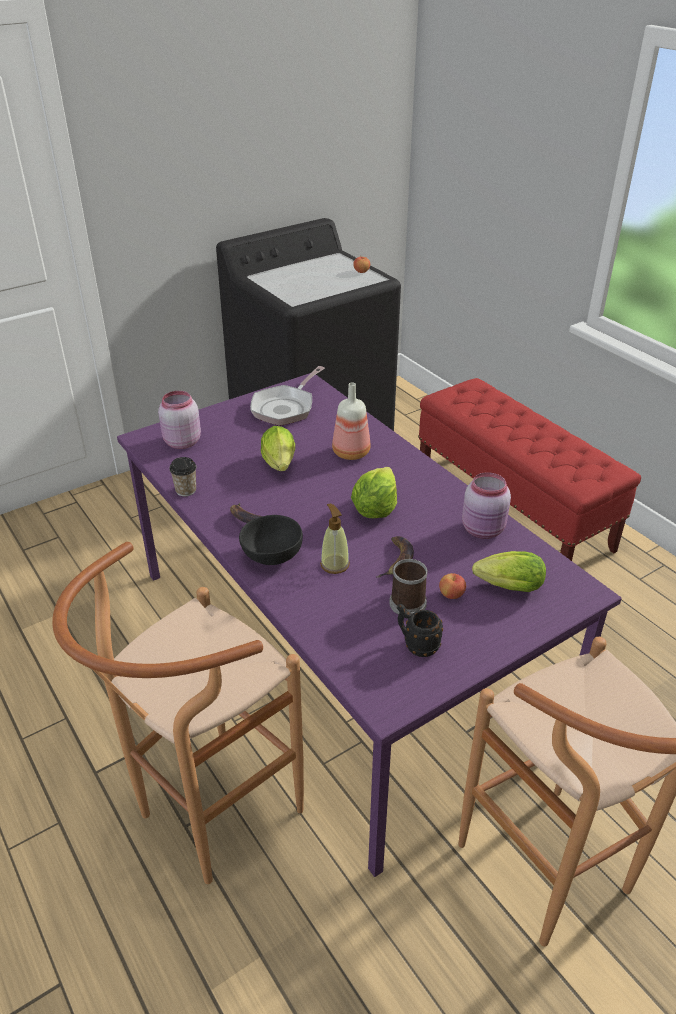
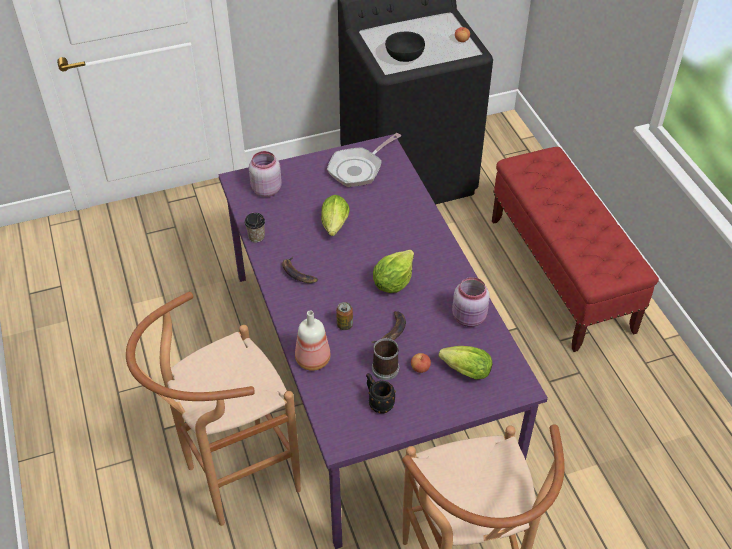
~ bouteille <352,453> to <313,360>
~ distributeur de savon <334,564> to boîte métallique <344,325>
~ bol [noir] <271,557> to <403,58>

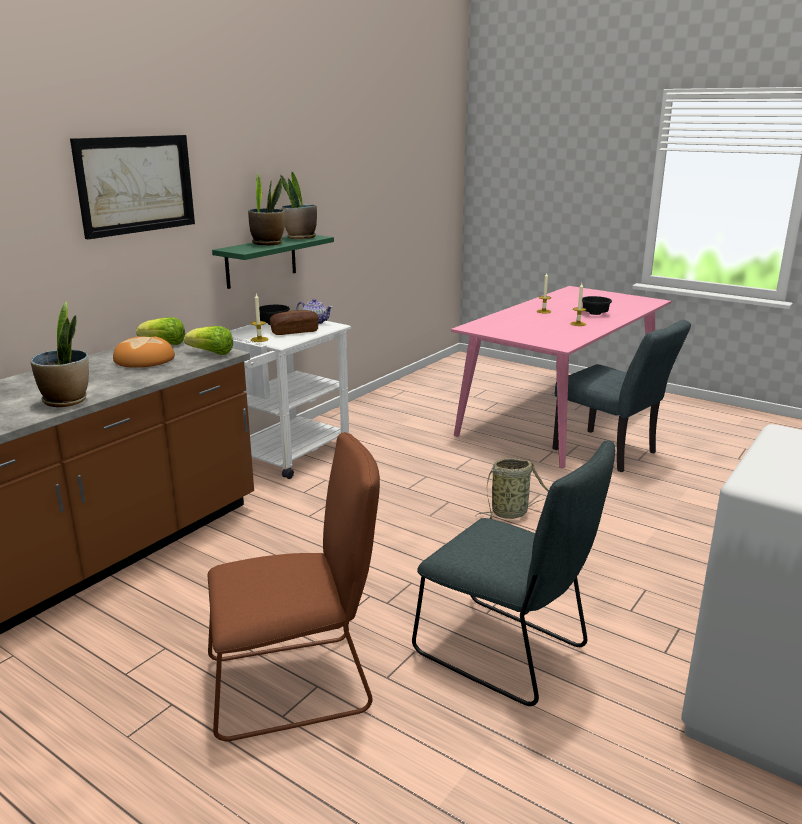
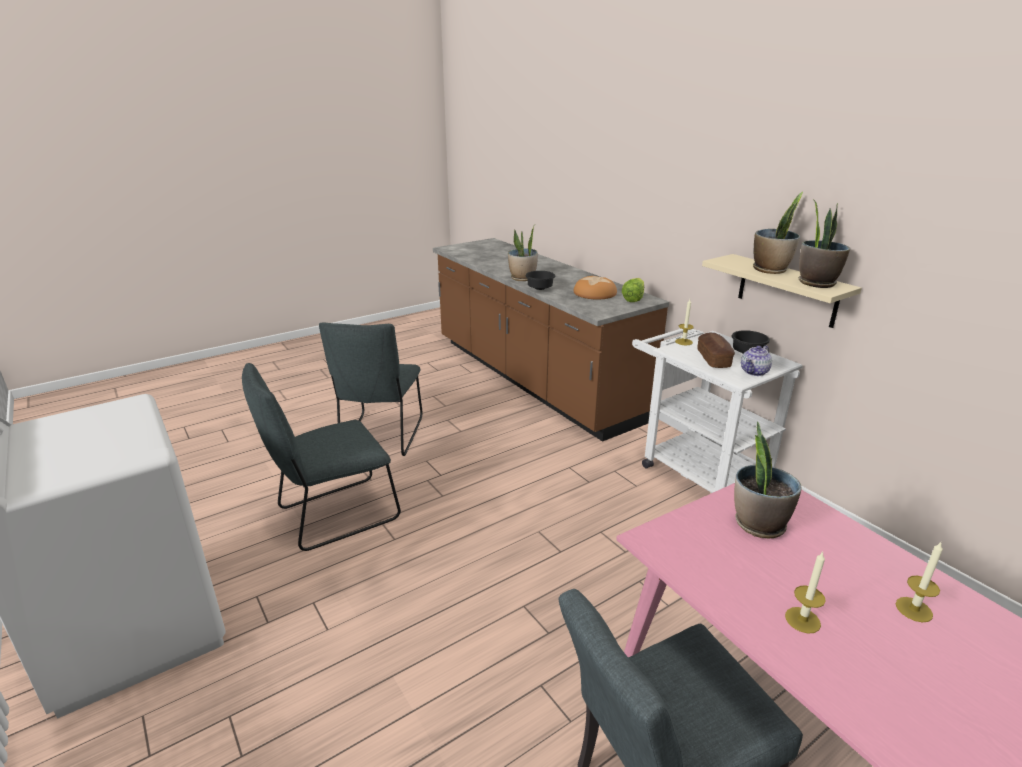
~ chaise [marron] <297,684> to chaise [gris] <381,437>
~ bol [noir] <595,313> to <540,289>
~ étagère [vert] <261,260> to étagère [beige] <787,290>
+ plante en pot <758,524>
- tableau <136,184>
- laitue <211,353>
- panier <511,513>

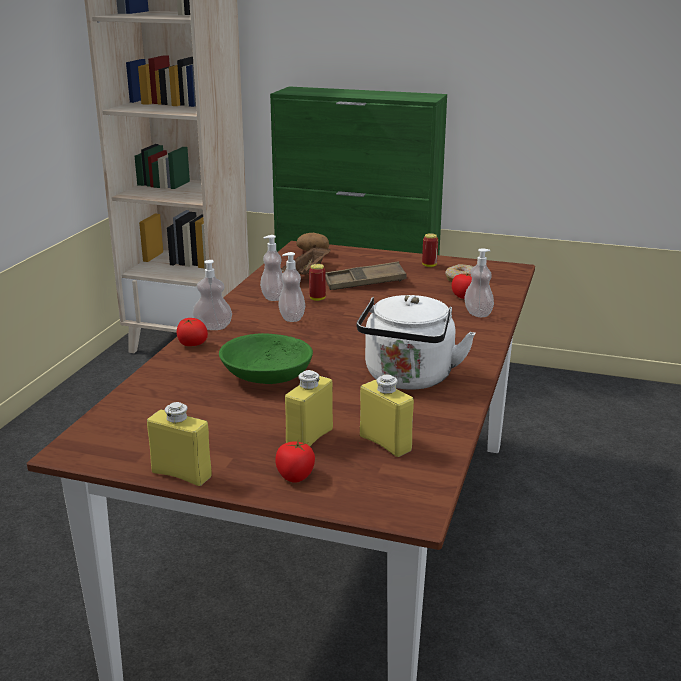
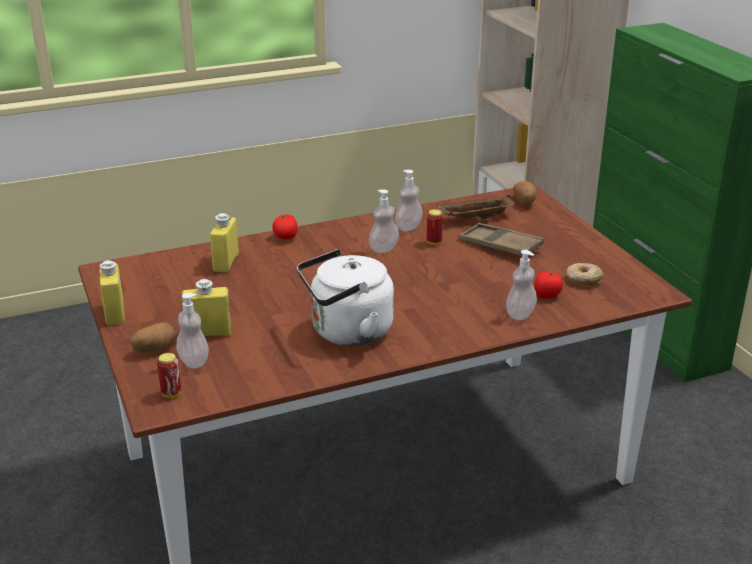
~ tomate <295,476> to pomme de terre <154,349>
~ boîte métallique <429,265> to <171,393>
~ distributeur de savon <213,327> to <193,361>
~ bouteille [jaune] <385,443> to <226,263>
- bol [vert] <266,375>

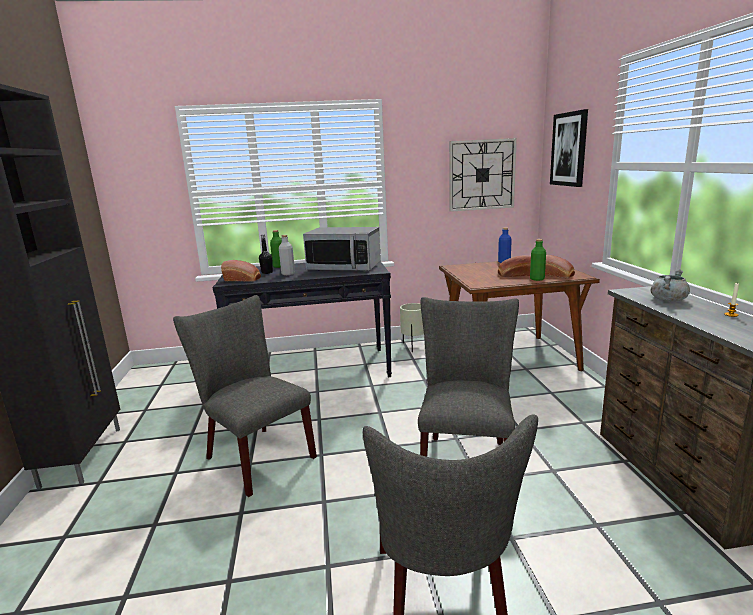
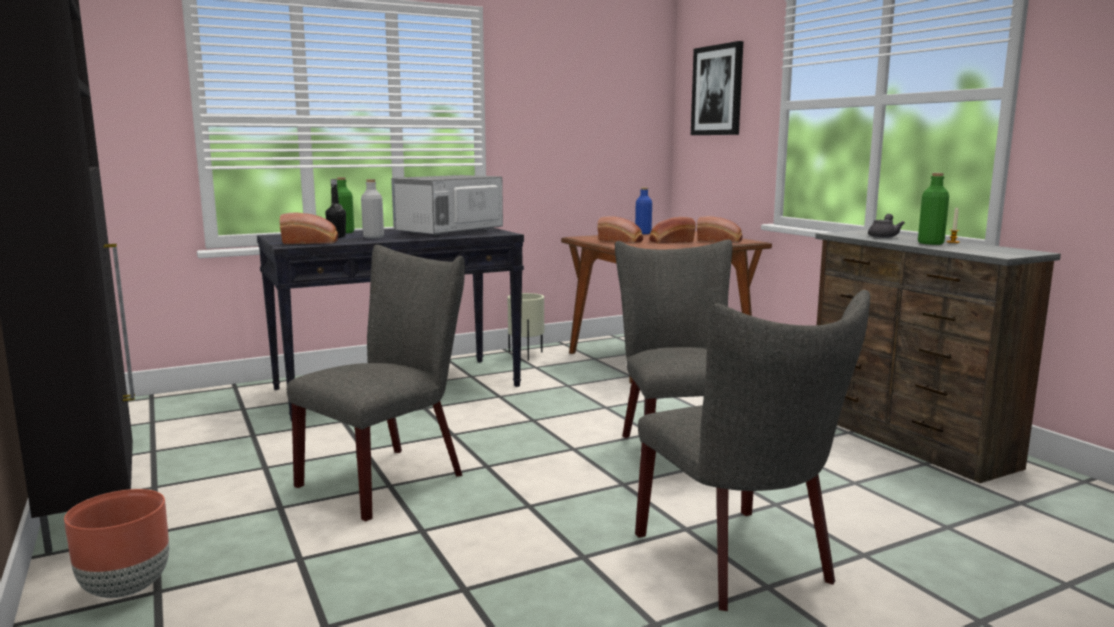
+ cache-pot [marron] <125,588>
~ chaise [gris] <255,455> = <390,477> 105 degrees clockwise
~ micro-ondes <344,267> = <449,232> 135 degrees clockwise
+ pain <621,241>
~ marmite [gris] <668,299> to théière [gris] <884,236>
~ bouteille [vert] <537,279> to <930,243>
- horloge murale <482,175>

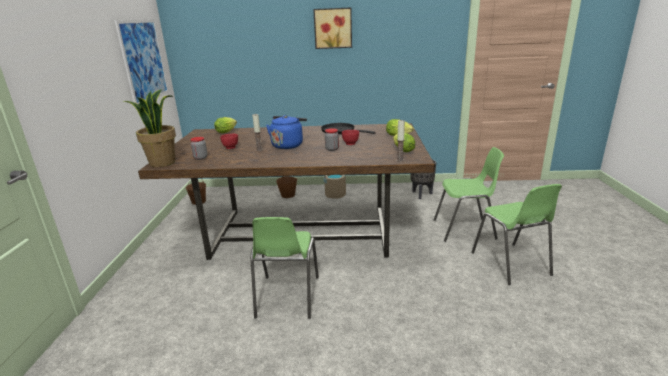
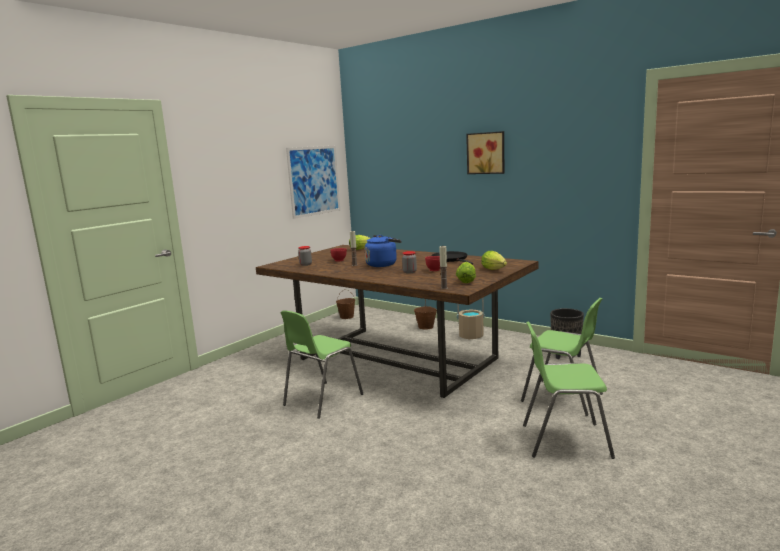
~ chaise [vert] <511,264> = <564,440> 75 degrees clockwise
- plante en pot <162,162>

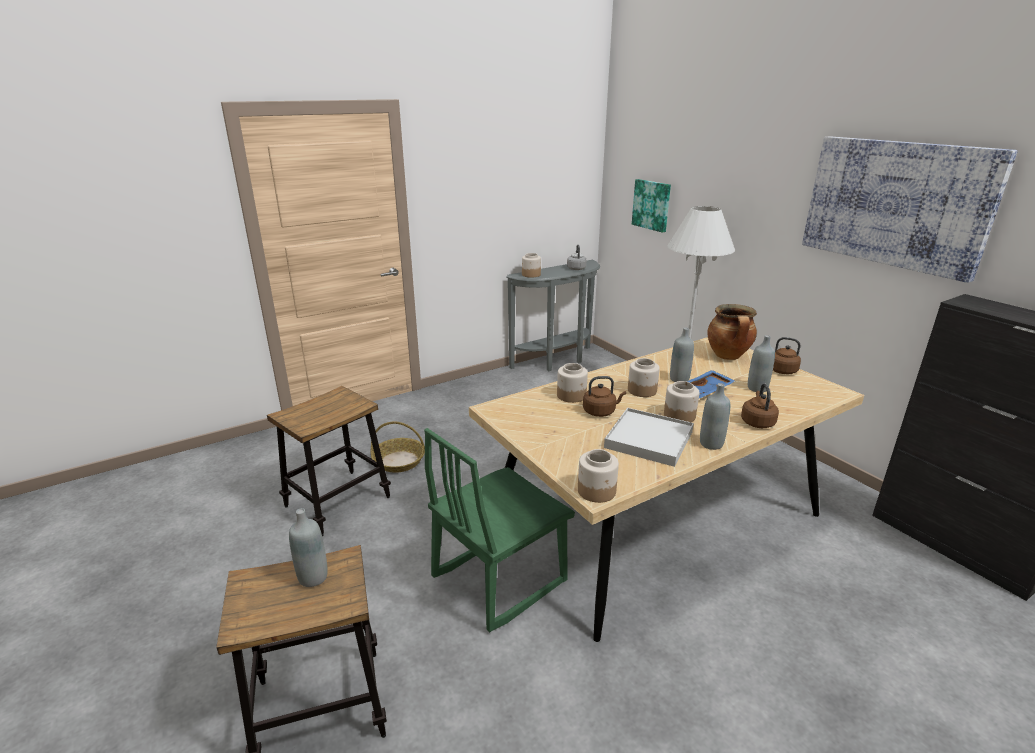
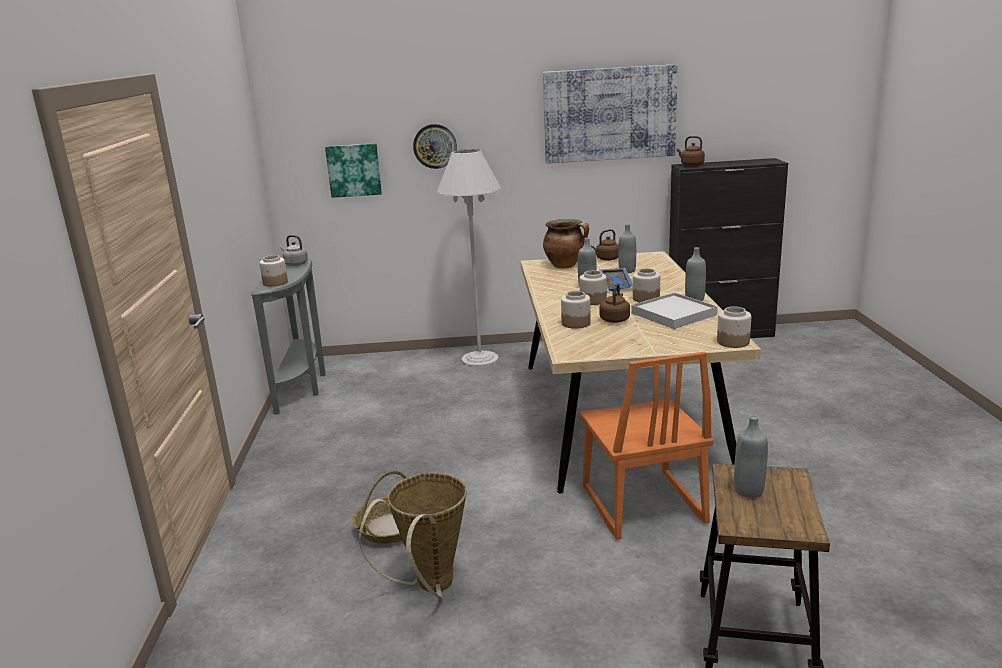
~ tabouret <338,501> to panier <430,587>
+ horloge murale <435,146>
~ chaise [vert] <498,578> to chaise [orange] <641,506>
~ bouilloire [marron] <757,422> to <690,165>

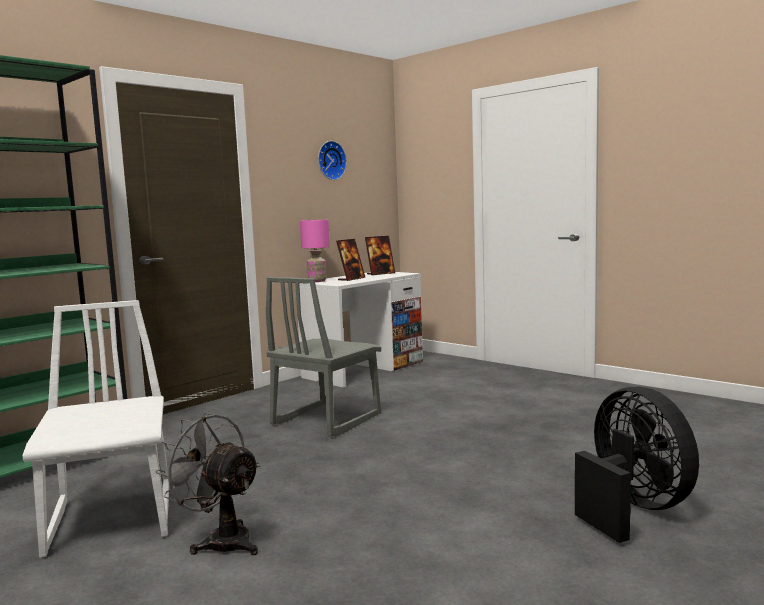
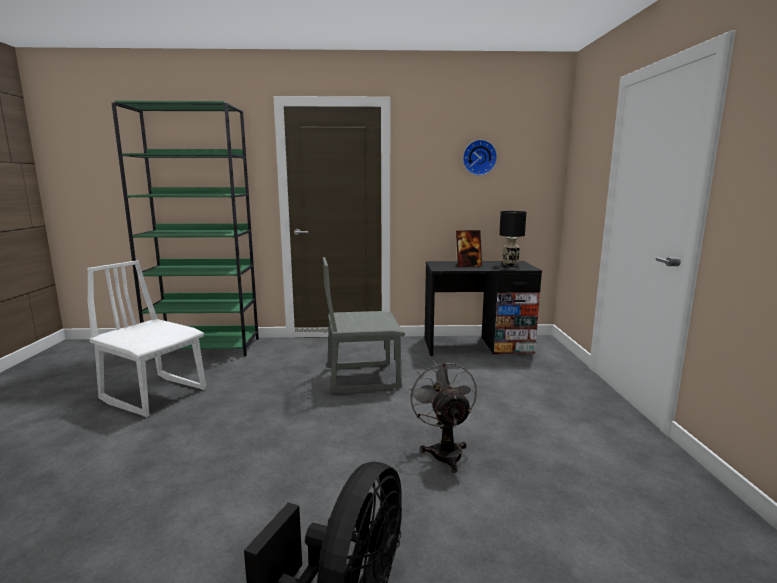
~ chaise [blanc] <113,519> = <155,394> 90 degrees counterclockwise
~ ventilateur [gris] <221,540> to <444,451>
~ bureau [blanc] <364,370> to bureau [noir] <477,345>
~ cadre photo <380,273> to lampe de table [noir] <510,264>
- lampe de table [rose] <317,281>

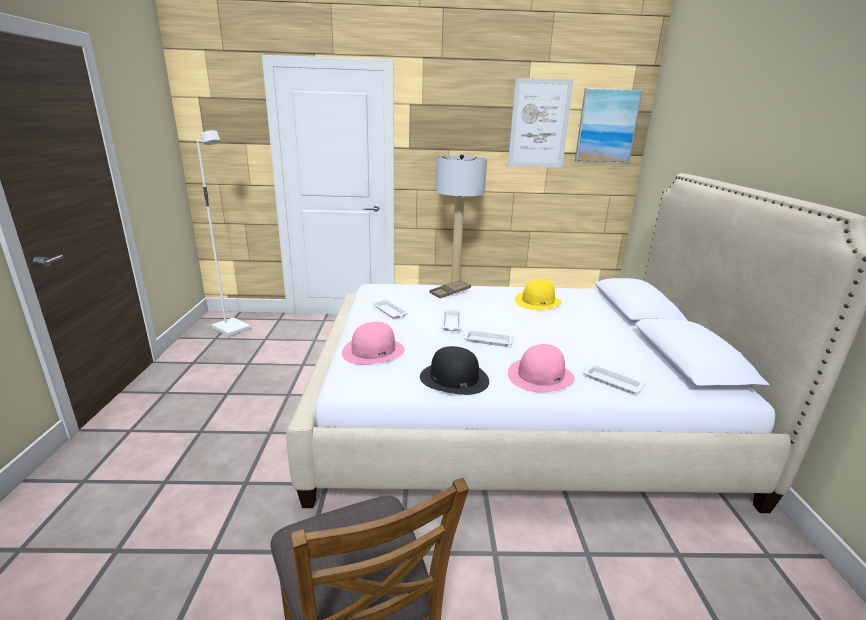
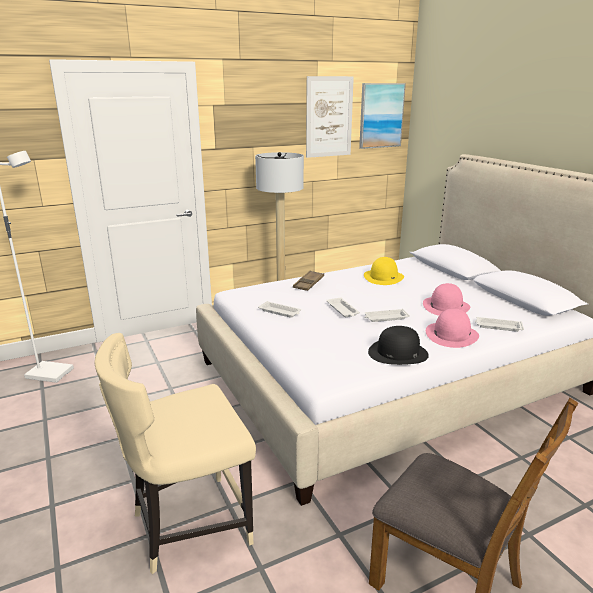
+ chaise [beige] <188,525>
~ chapeau [rose] <373,351> to <446,306>

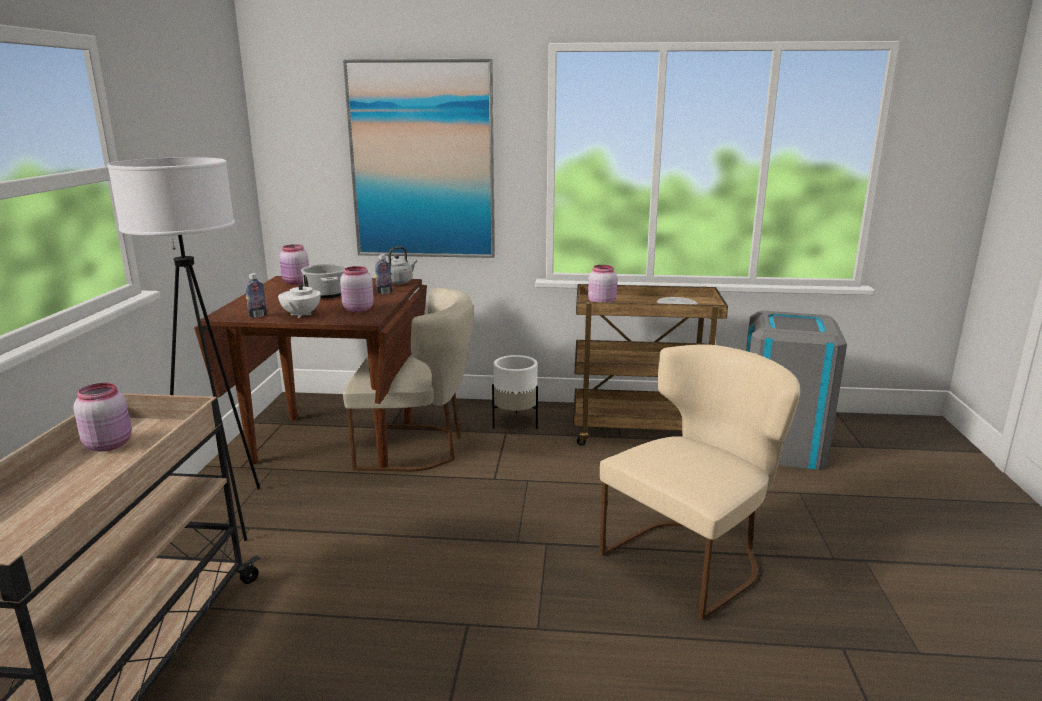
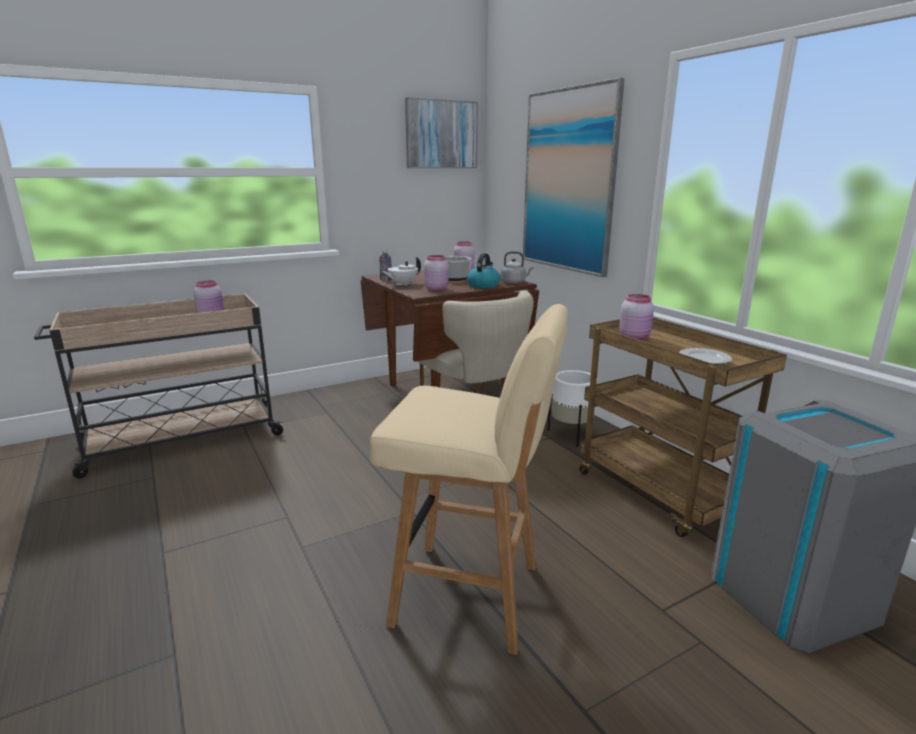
~ chaise [beige] <692,557> to tabouret [beige] <470,595>
+ tableau <441,134>
~ bouteille <384,293> to bouilloire <483,285>
- lampadaire [blanc] <224,516>

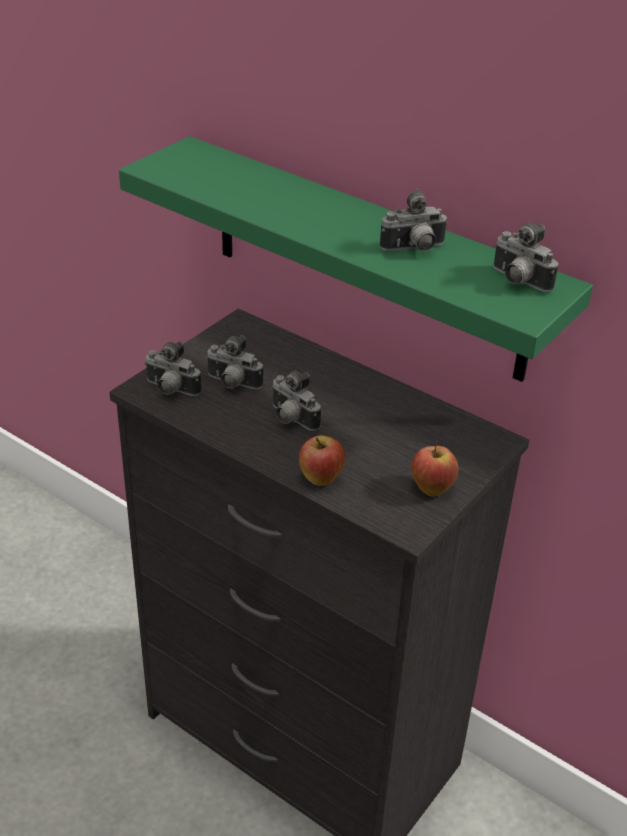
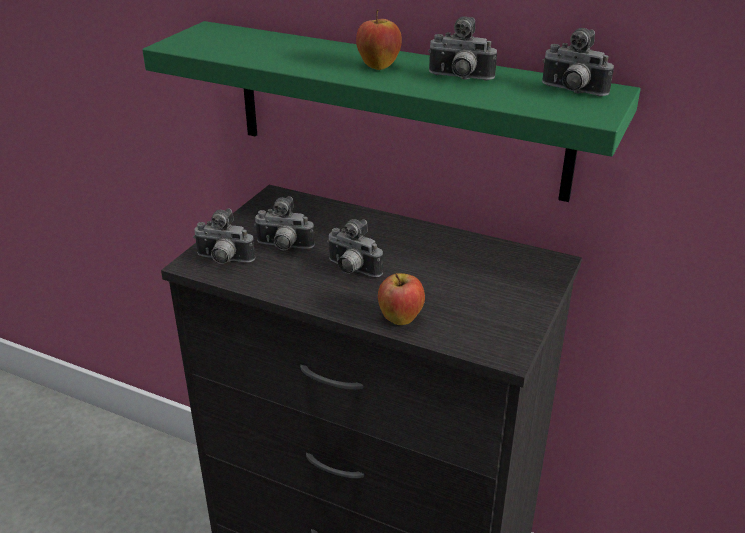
~ pomme <431,489> to <378,67>
~ appareil photo <414,249> = <459,78> 45 degrees clockwise

